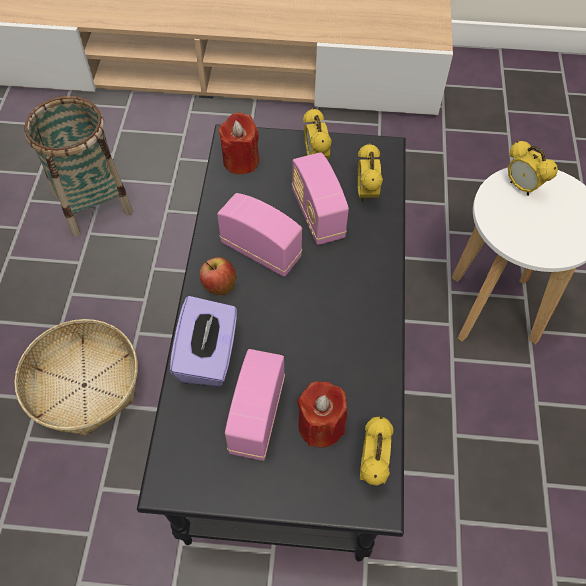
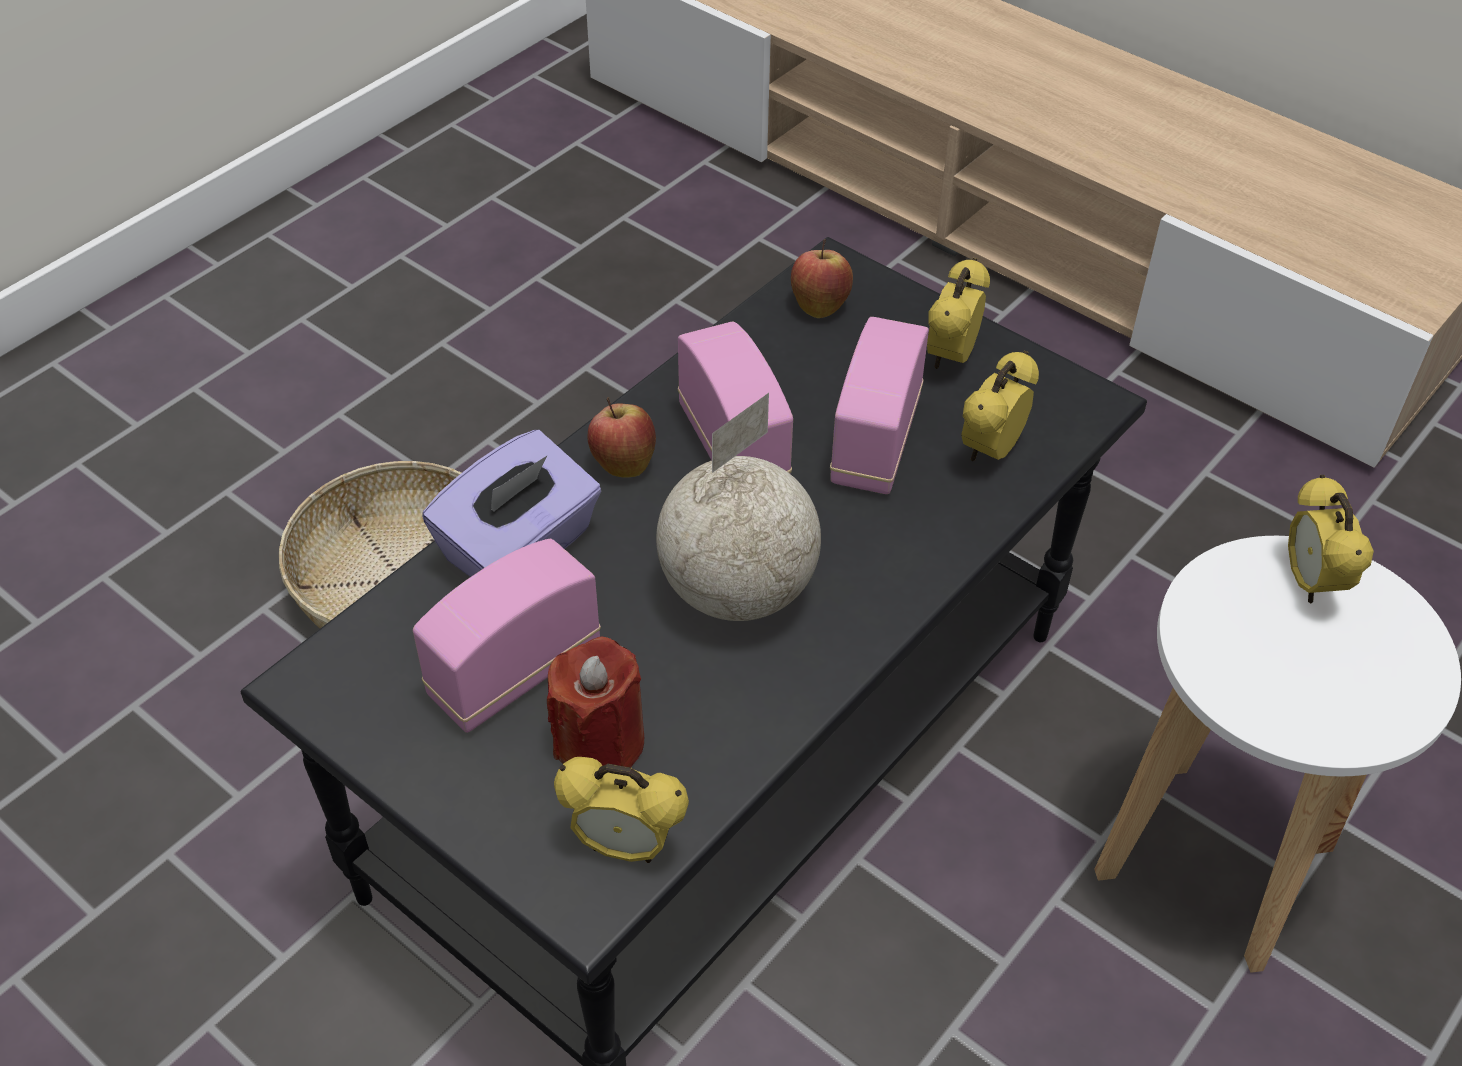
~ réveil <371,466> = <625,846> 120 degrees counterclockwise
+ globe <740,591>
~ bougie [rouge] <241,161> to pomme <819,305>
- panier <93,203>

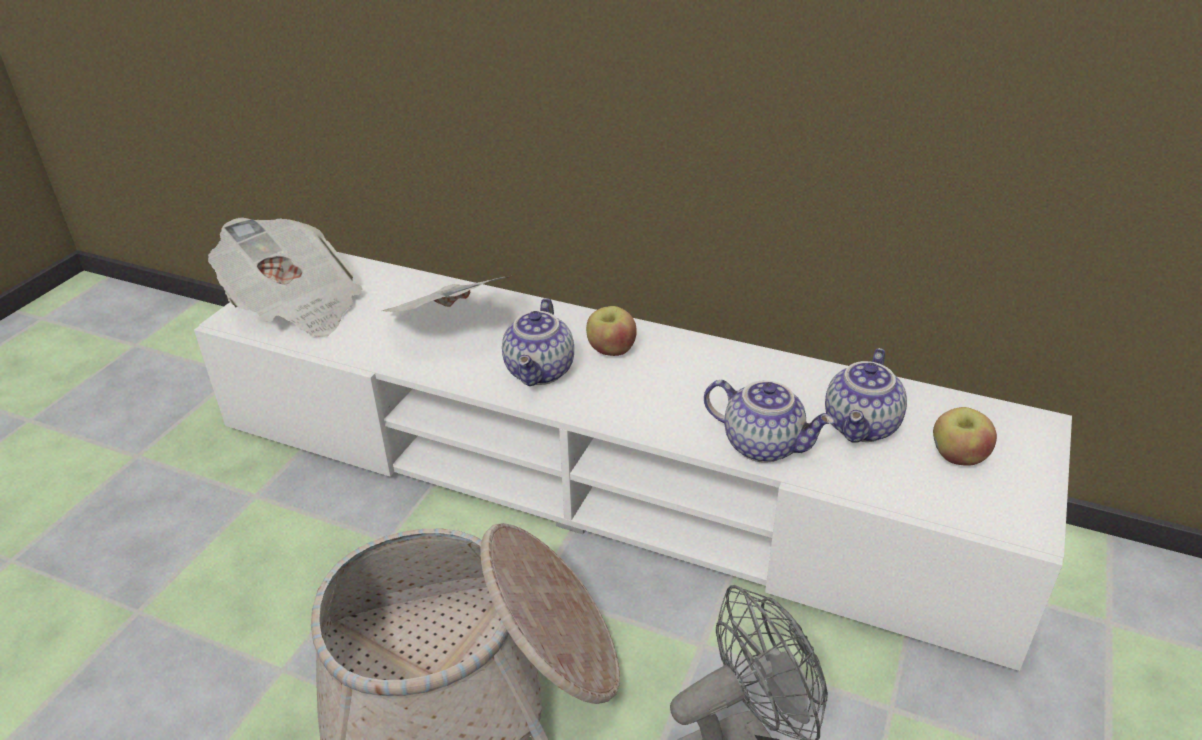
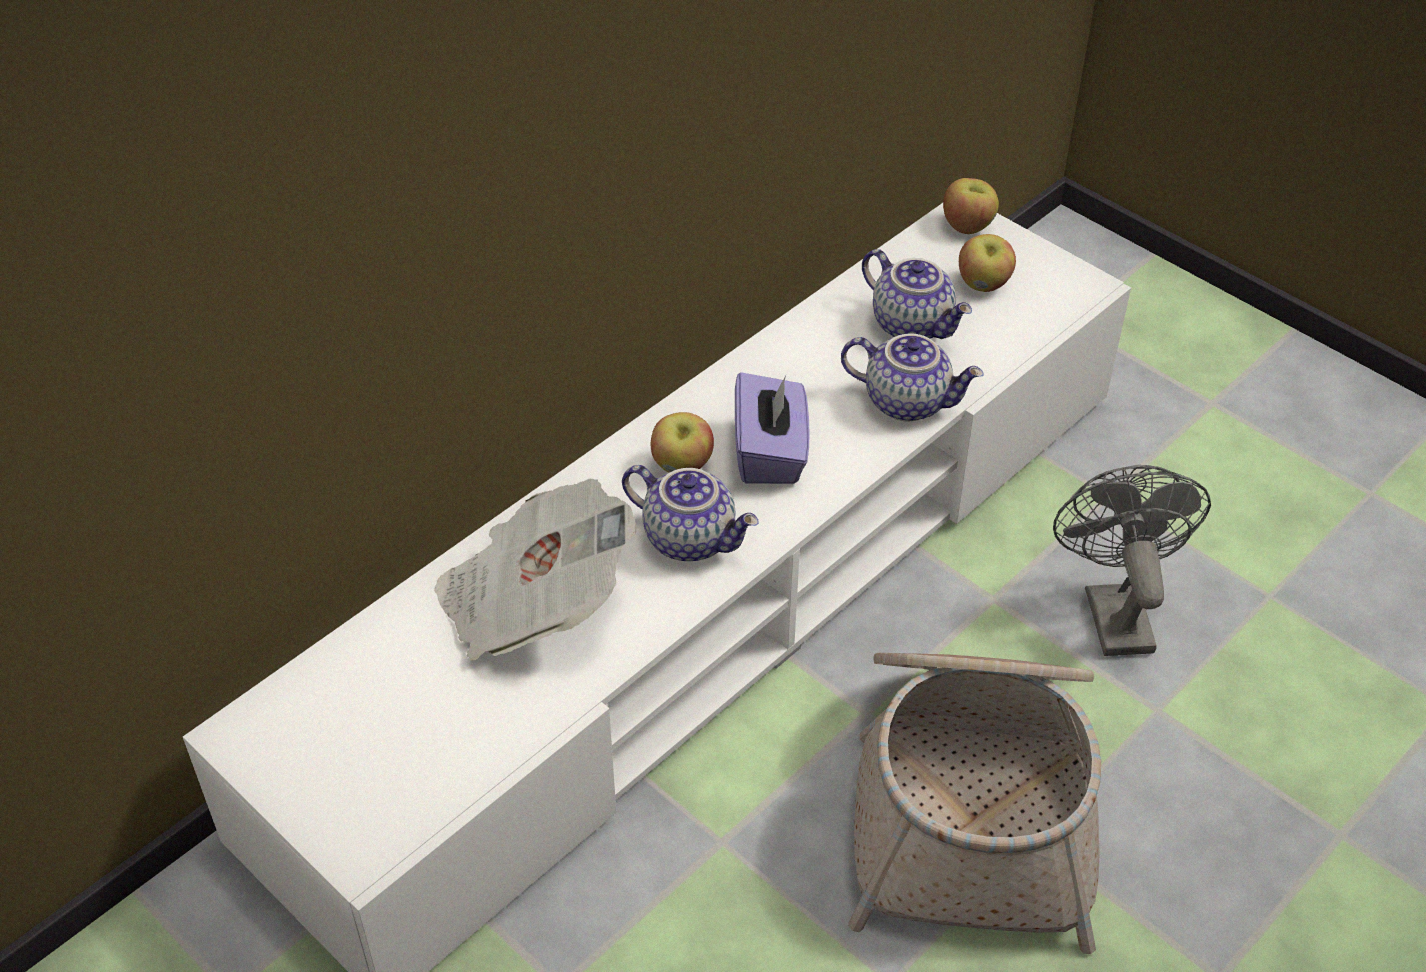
+ boîte à mouchoirs [violet] <770,453>
~ théière <764,444> = <908,401> 60 degrees clockwise
+ pomme <968,225>
- journal <295,307>

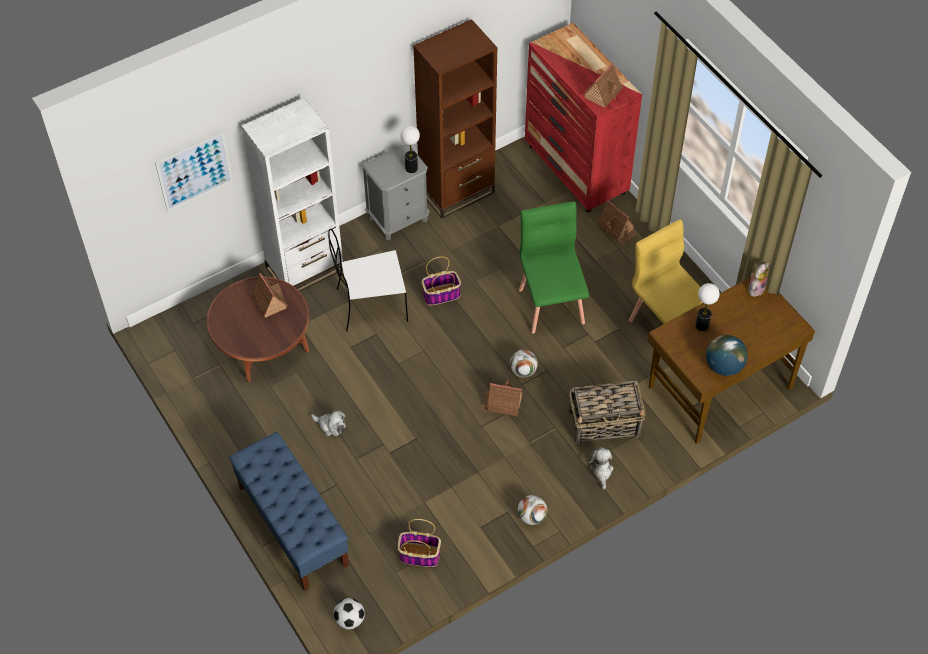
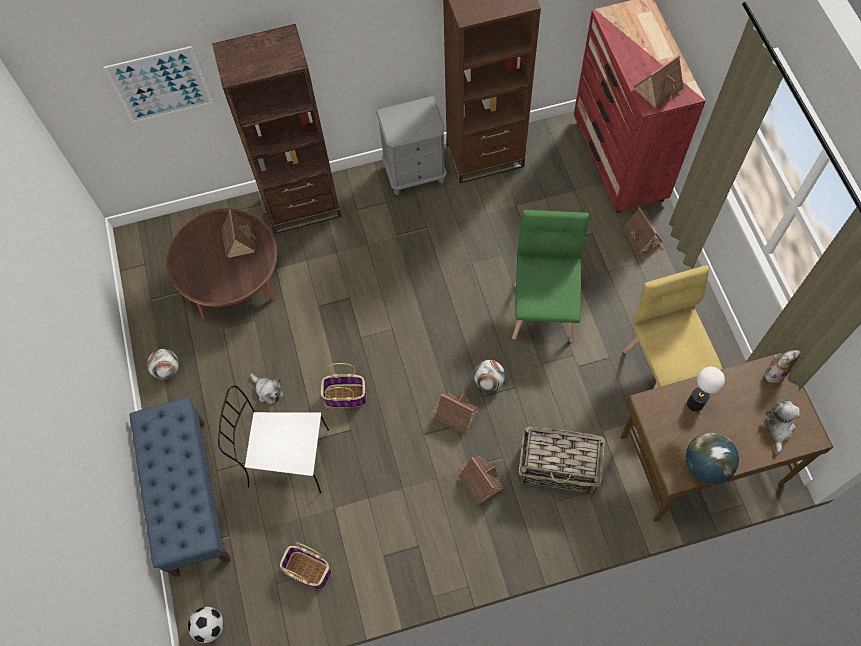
~ ballon de foot <531,517> to <167,369>
~ bibliothèque [blanc] <305,268> to bibliothèque [marron] <302,206>
~ chaise [blanc] <370,305> to <286,458>
~ panier <441,294> to <346,396>
+ maison miniature <480,480>
~ peluche <601,471> to <778,427>
- lampe de table <411,168>

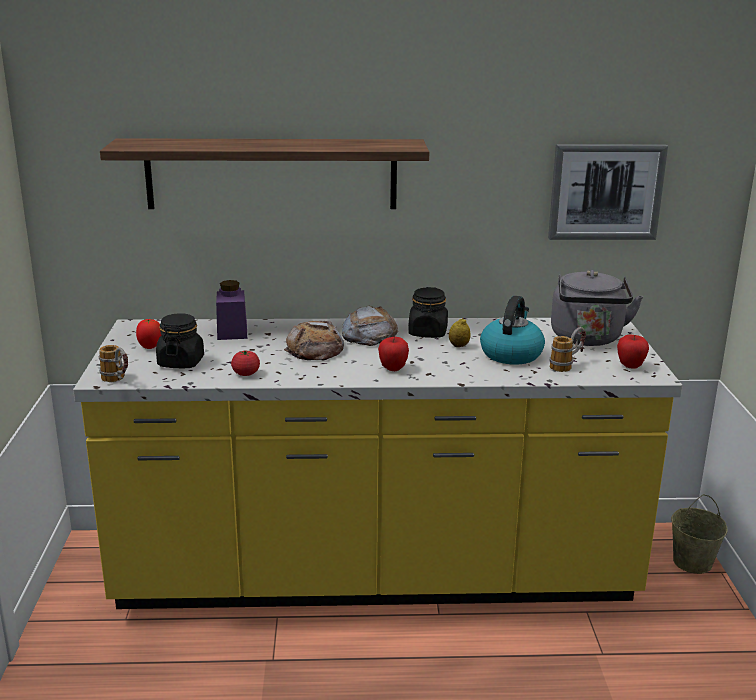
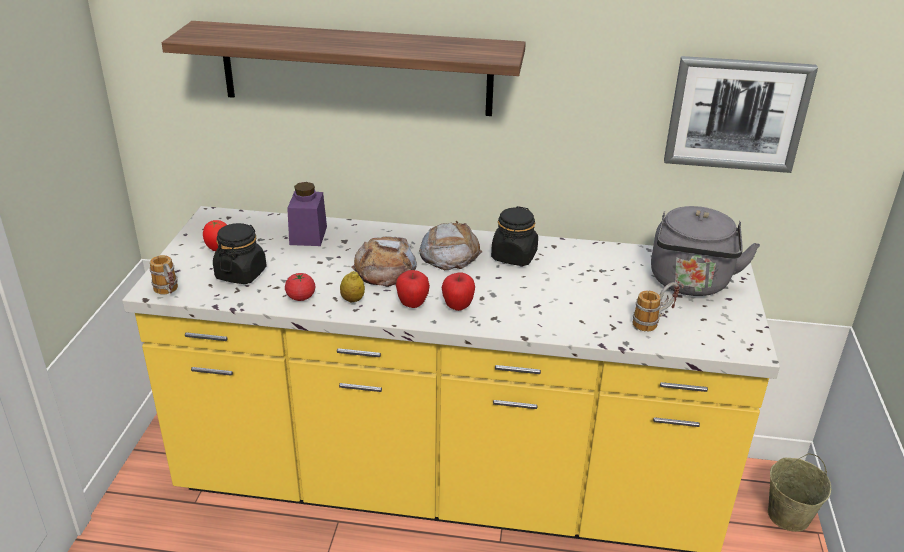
~ citron <459,346> to <352,300>
~ pomme <630,366> to <412,304>
- bouilloire <511,354>

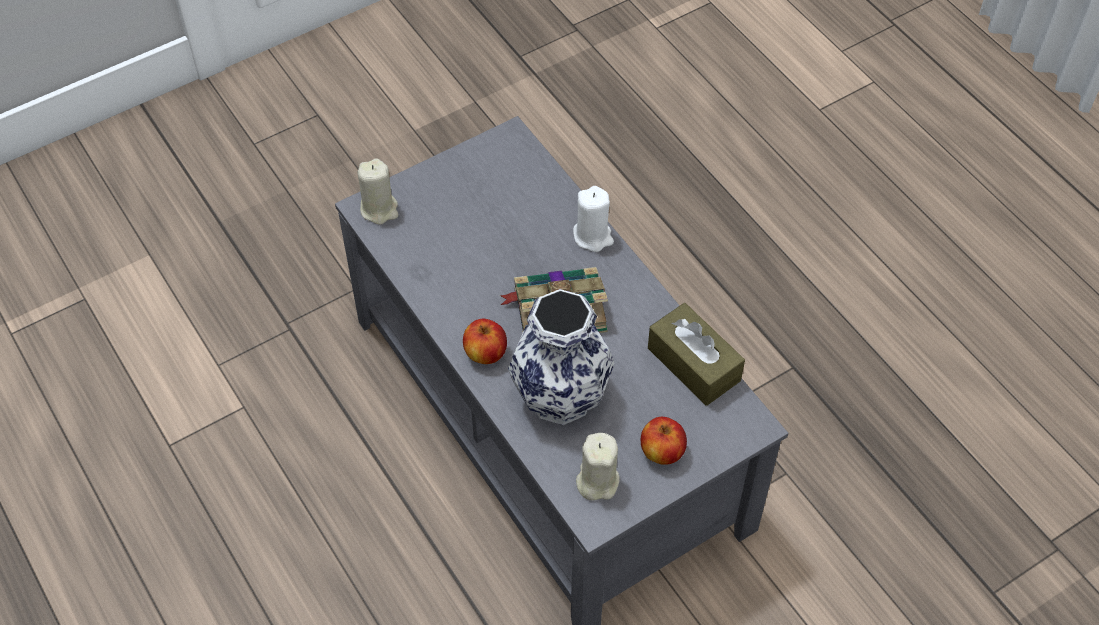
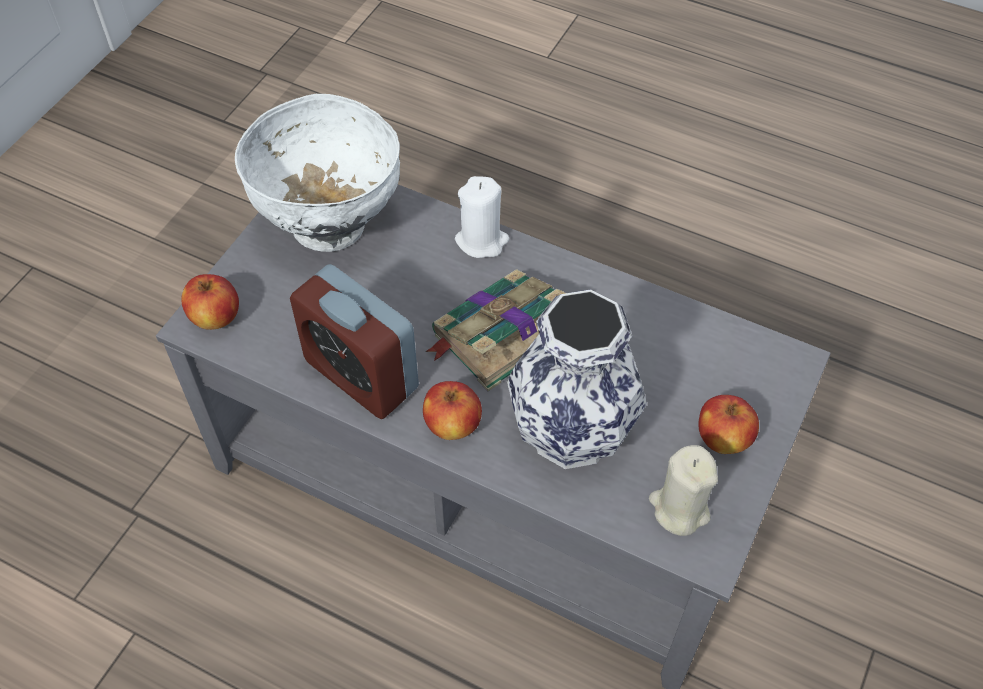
~ bougie [beige] <379,209> to pomme <216,317>
+ bol [blanc] <330,226>
+ réveil <361,375>
- boîte à mouchoirs [marron] <693,364>

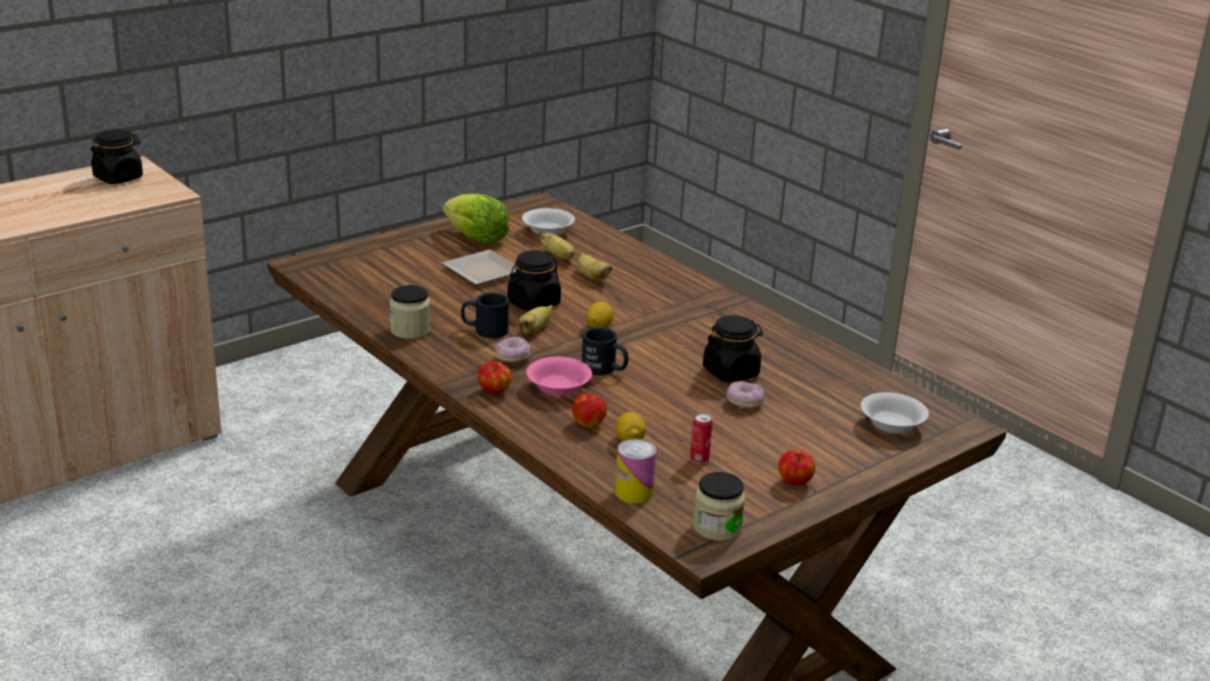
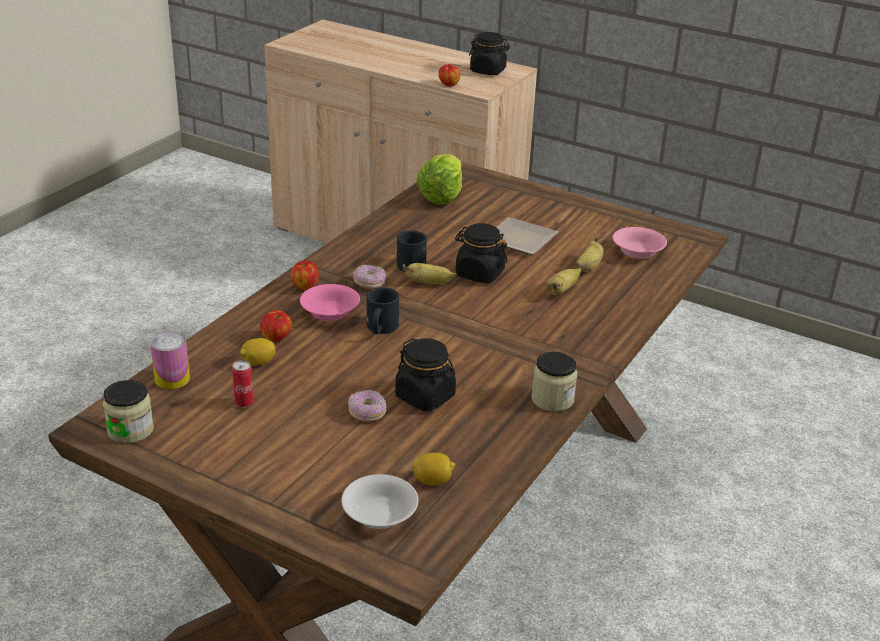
~ citron <599,327> to <433,480>
~ laitue <475,238> to <442,196>
~ pomme <795,482> to <448,85>
~ bocal <410,330> to <552,399>
~ bol [blanc] <548,232> to bol [rose] <637,253>

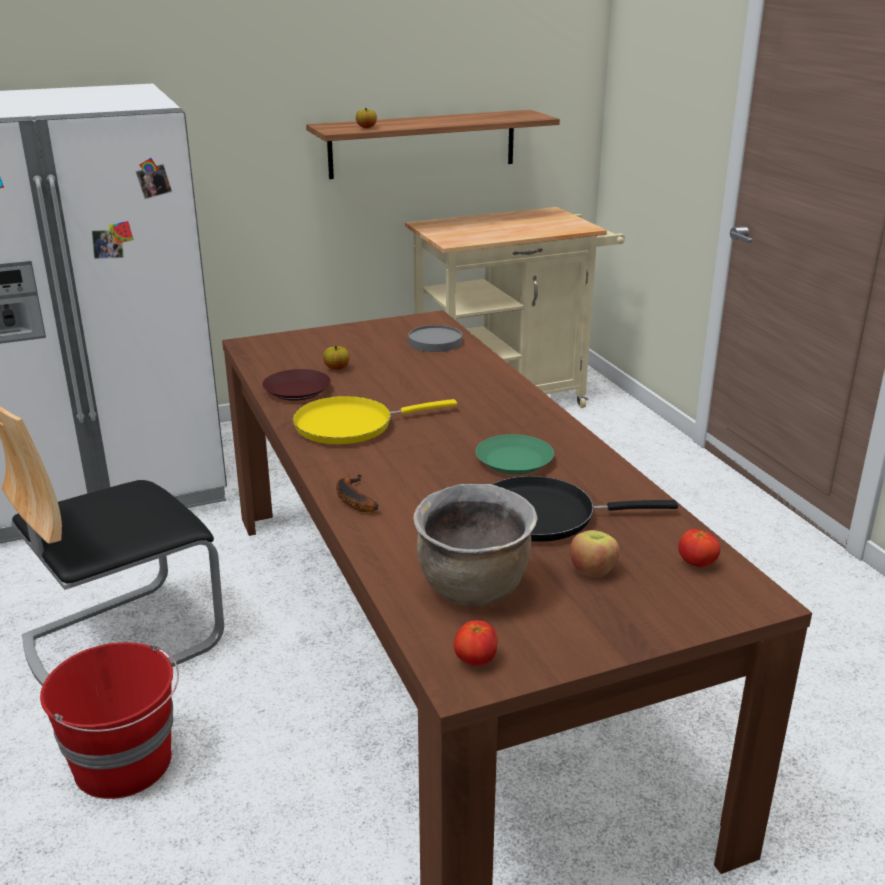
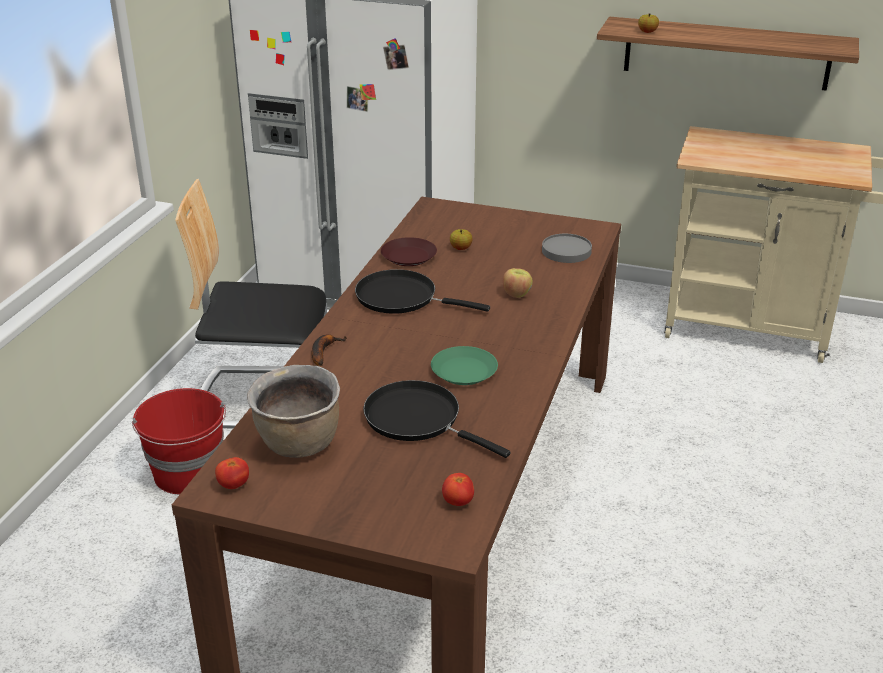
~ poêle [jaune] <351,425> to poêle [noir] <402,298>
~ pomme <593,571> to <517,294>

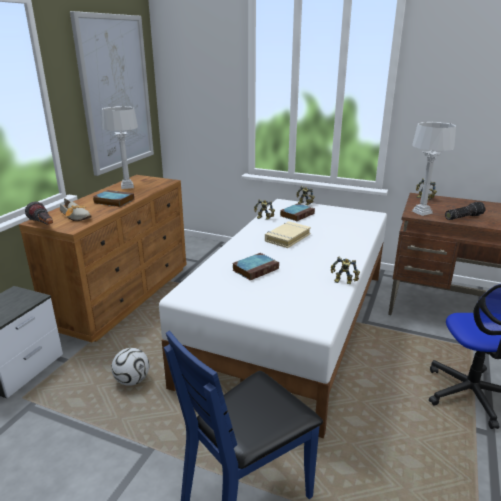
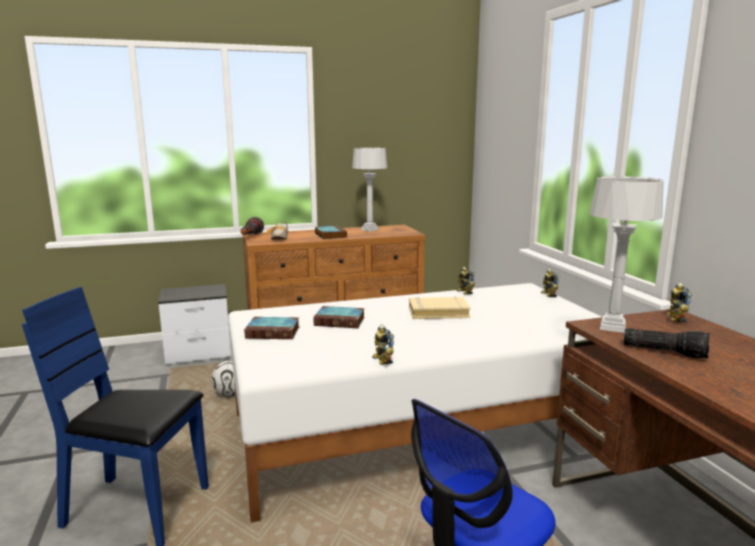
~ livre <297,214> to <274,332>
- tableau <116,93>

